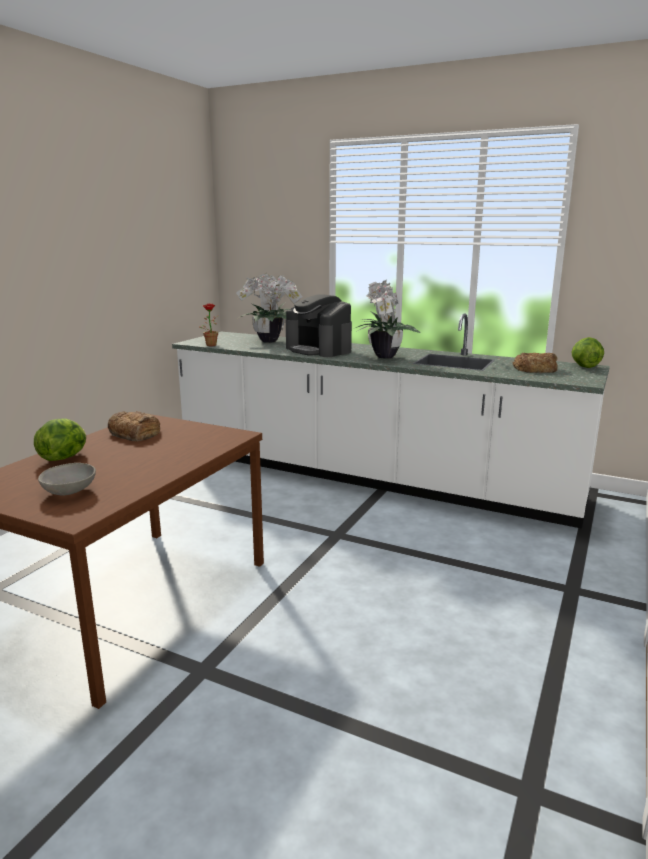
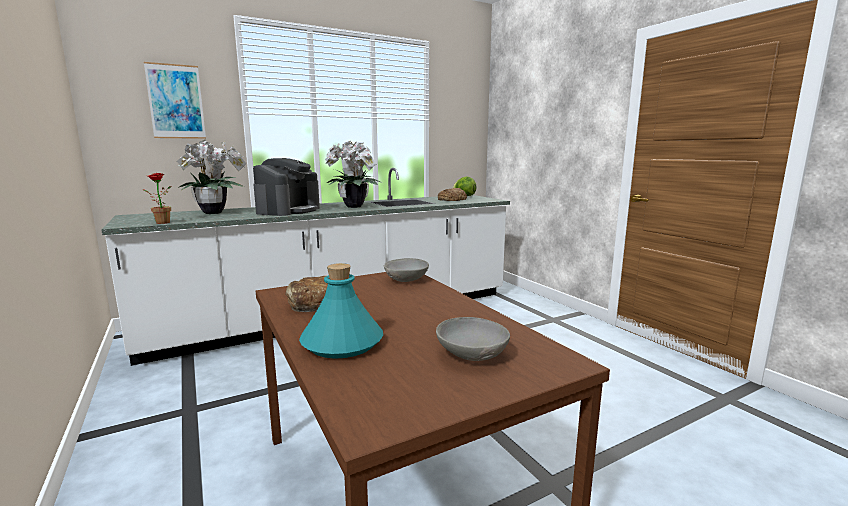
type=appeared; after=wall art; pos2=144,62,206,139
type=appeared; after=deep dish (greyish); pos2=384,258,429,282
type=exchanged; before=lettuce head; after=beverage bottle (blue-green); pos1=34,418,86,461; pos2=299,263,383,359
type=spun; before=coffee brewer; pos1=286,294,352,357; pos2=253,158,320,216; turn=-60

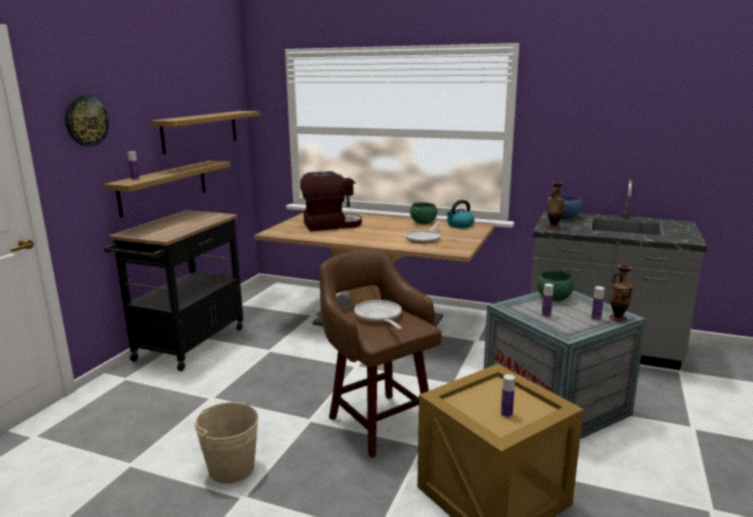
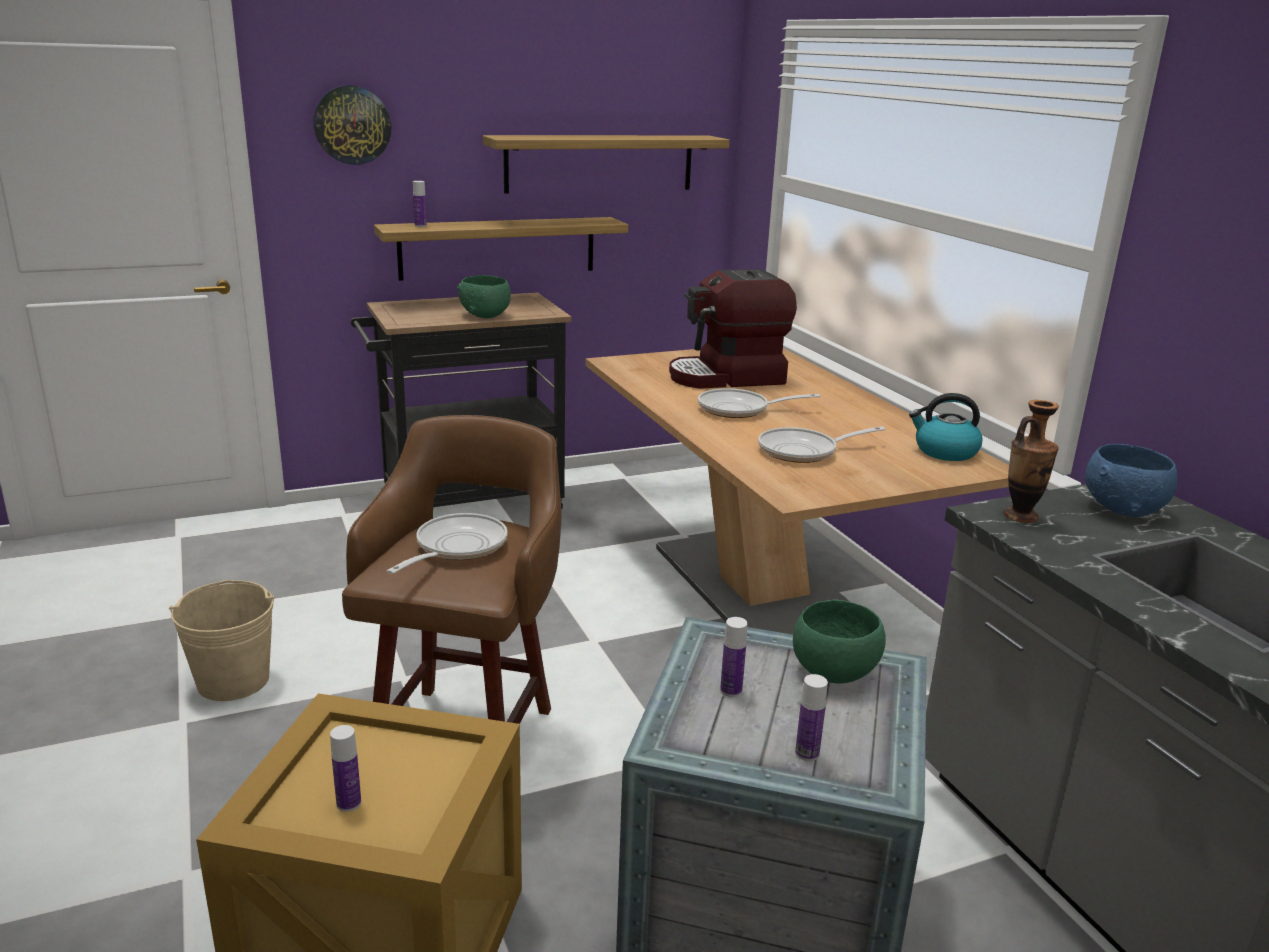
type=missing; before=vase; pos1=609,265,633,322
type=appeared; after=frying pan; pos2=698,388,820,418
type=relocated; before=deep dish (green); pos1=410,202,437,224; pos2=457,275,511,318
type=spun; before=coffee brewer; pos1=300,171,362,231; pos2=669,269,797,389; turn=135

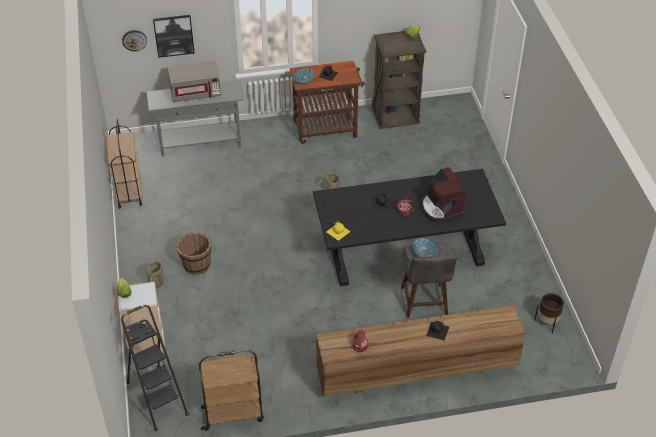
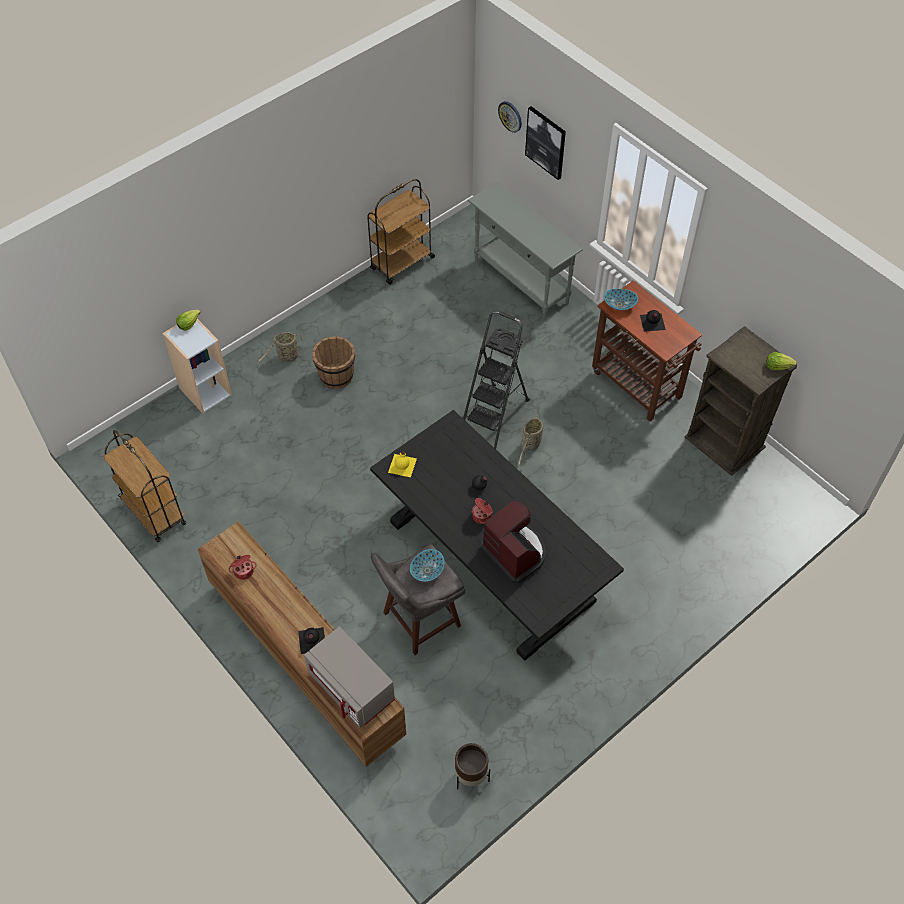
type=relocated; before=step stool; pos1=121,305,189,431; pos2=463,311,530,449
type=relocated; before=kitchen microwave (greyish); pos1=167,61,221,103; pos2=304,626,395,728
type=spun; before=coffee brewer; pos1=421,167,466,222; pos2=481,500,546,584; turn=105

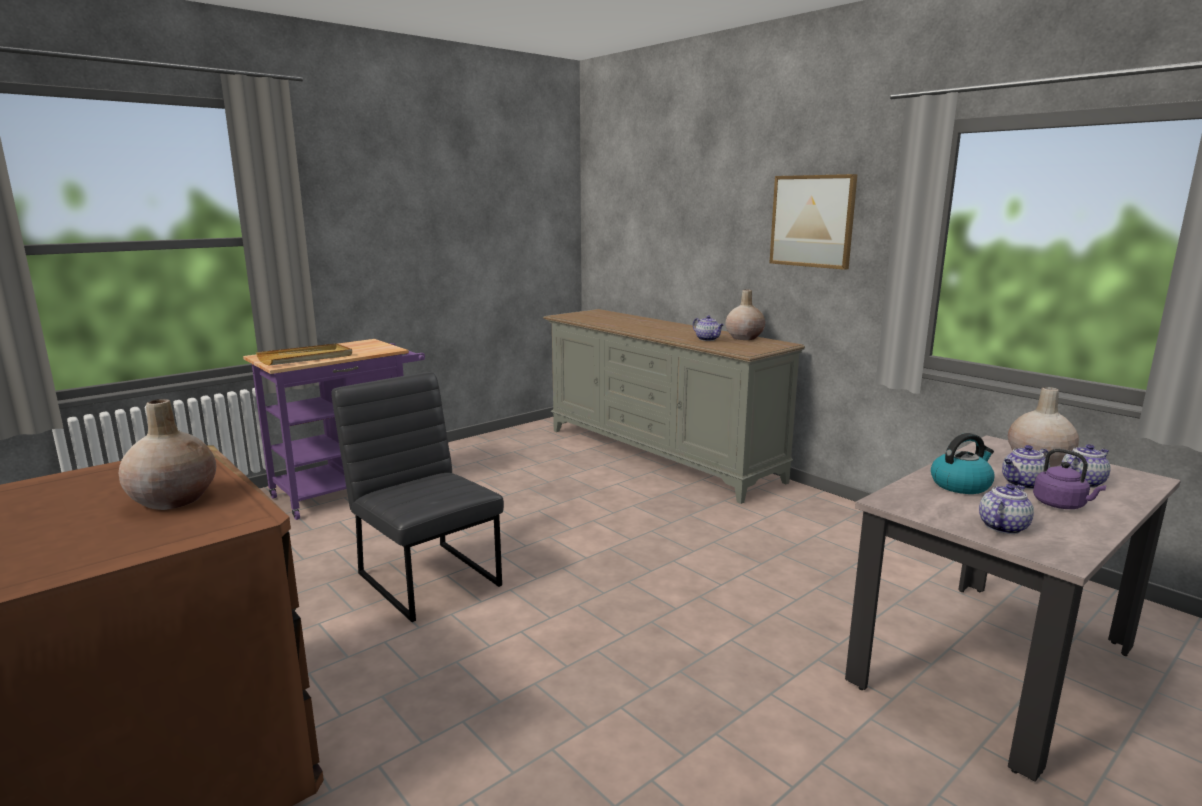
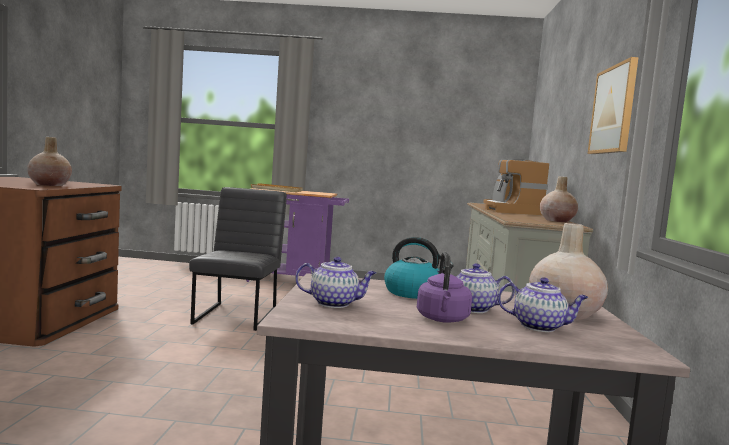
type=missing; before=teapot; pos1=693,315,724,341
type=appeared; after=coffee brewer; pos2=483,160,549,215

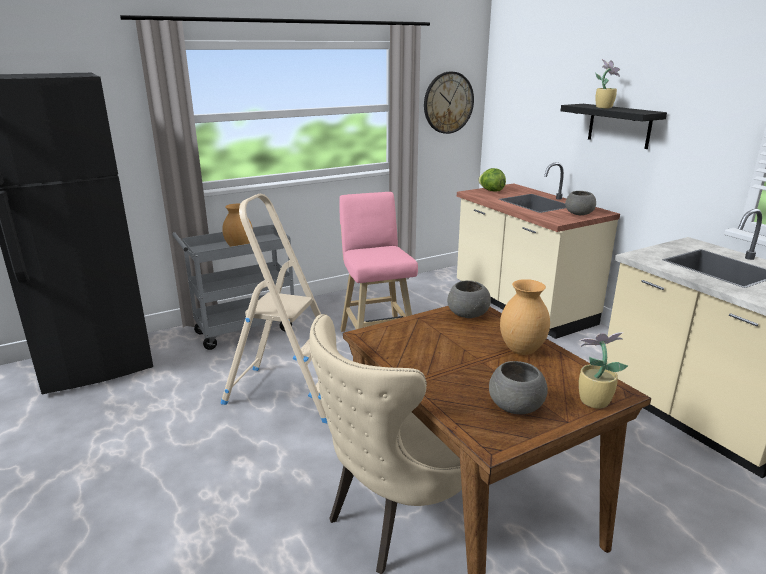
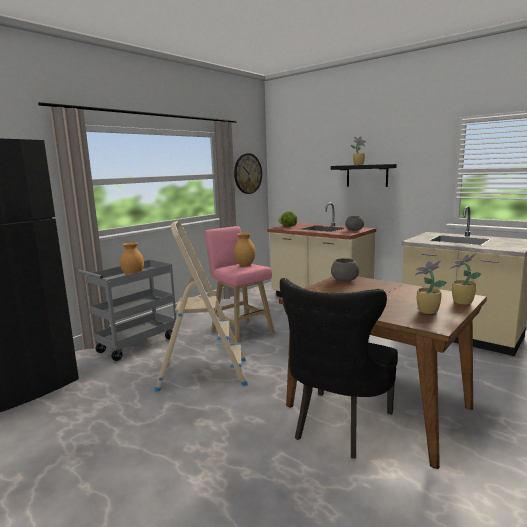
type=relocated; before=vase (brown); pos1=500,279,550,355; pos2=234,233,256,266
type=exchanged; before=deep dish (greyish); after=houseplant; pos1=489,361,548,414; pos2=415,260,447,314
type=colour; before=chair (sand-coloured); after=chair (blackish); pos1=310,314,462,574; pos2=280,278,398,459

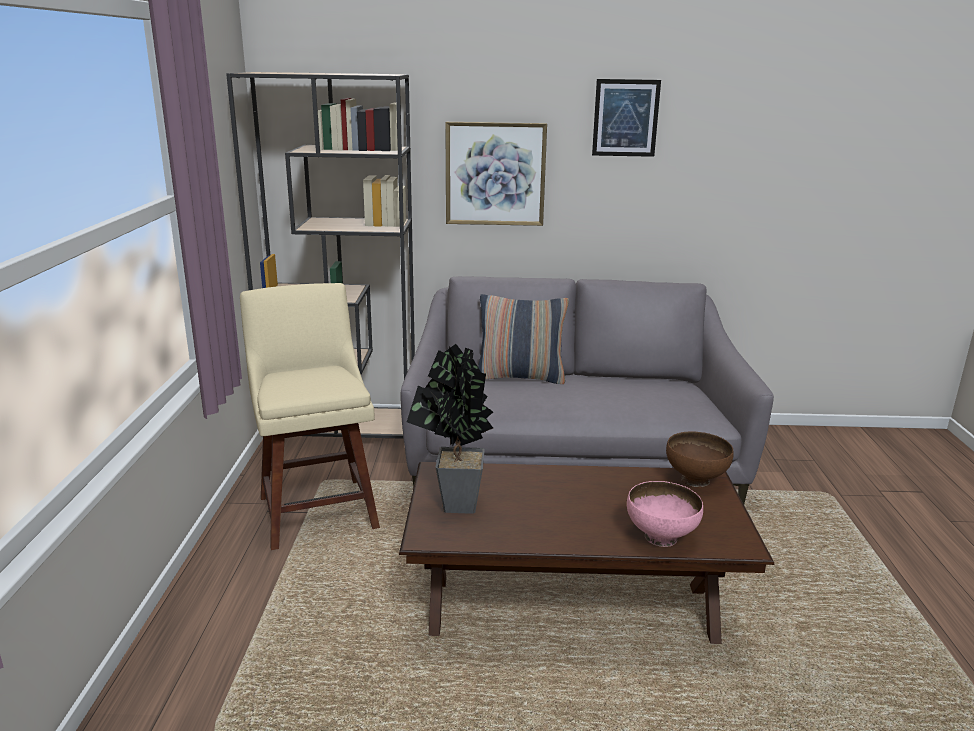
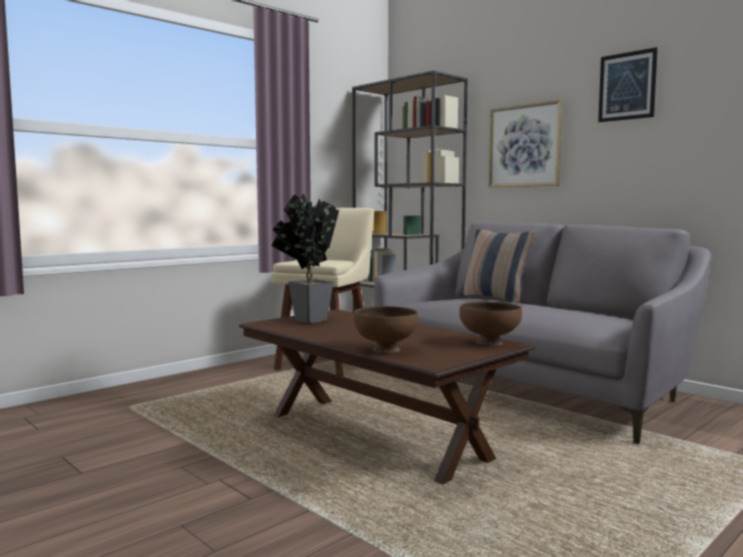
type=colour; before=deep dish (pinkish); after=deep dish (brown); pos1=627,481,703,547; pos2=354,306,418,353

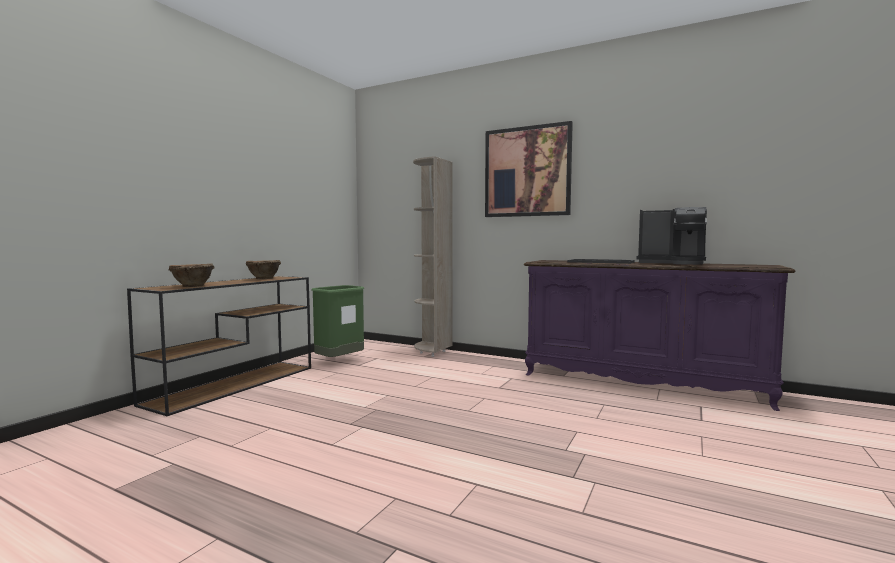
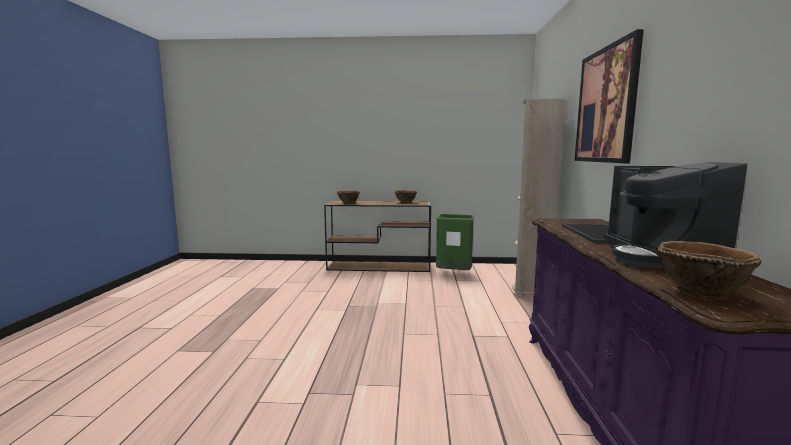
type=appeared; after=deep dish (brown); pos2=656,241,762,299

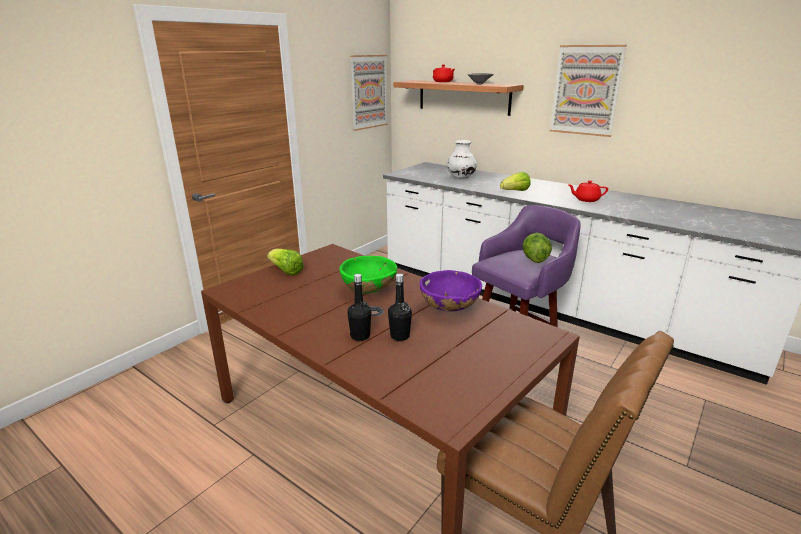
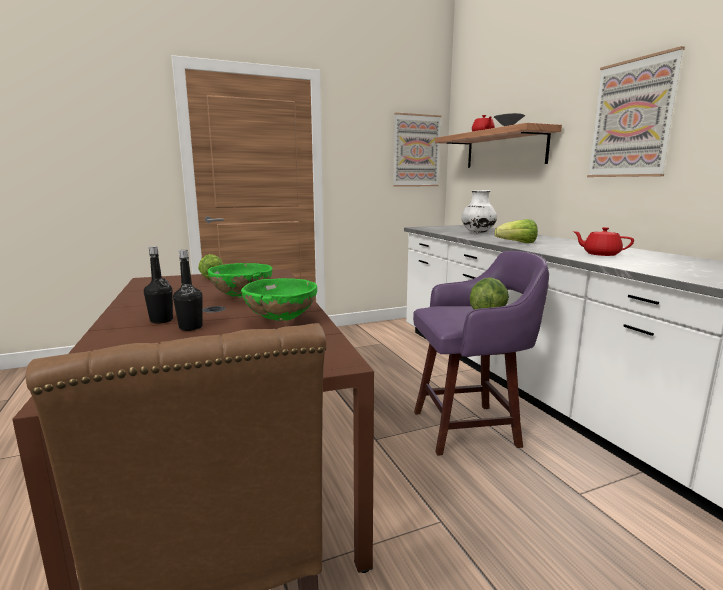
type=colour; before=deep dish (purple-coloured); after=deep dish (green); pos1=420,270,482,311; pos2=241,278,317,321

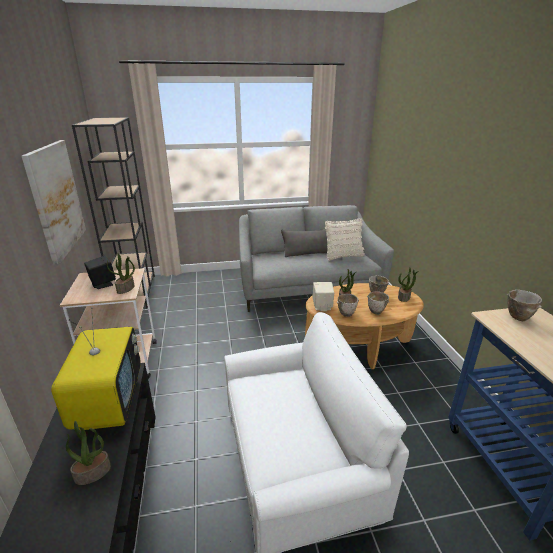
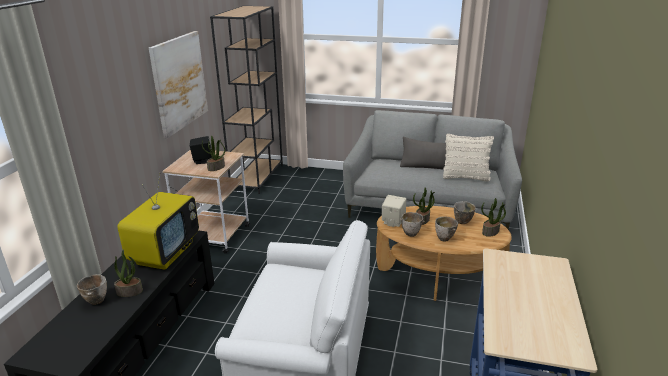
type=relocated; before=deep dish; pos1=507,290,542,321; pos2=77,274,107,305

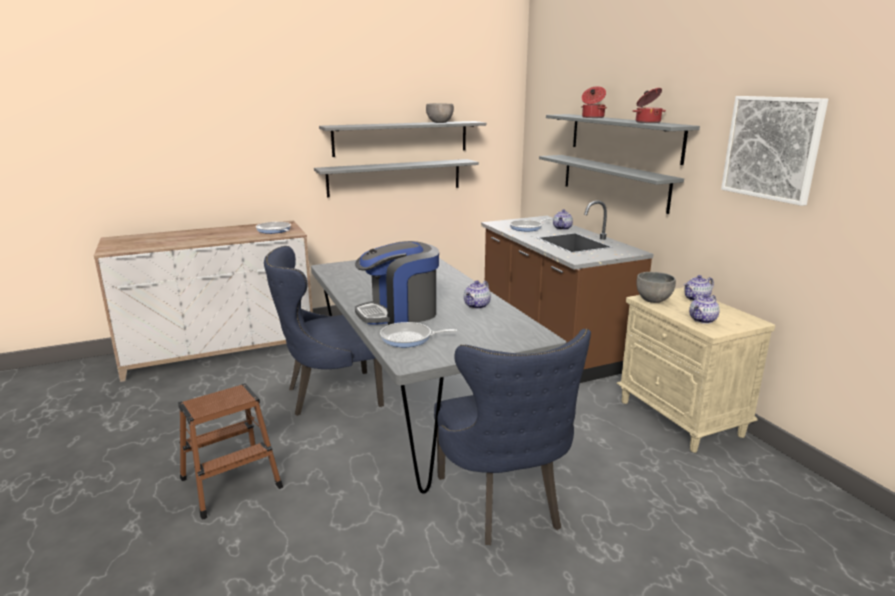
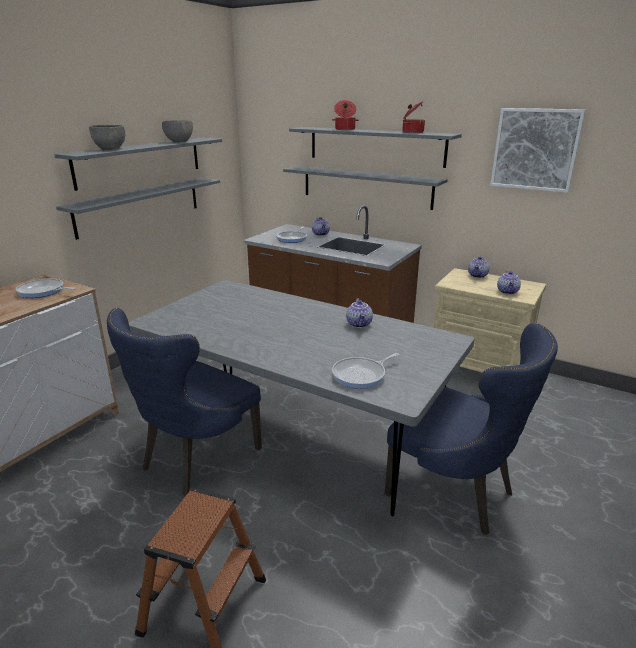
type=missing; before=coffee brewer; pos1=355,241,439,325
type=relocated; before=deep dish (greyish); pos1=636,272,676,303; pos2=89,125,125,150

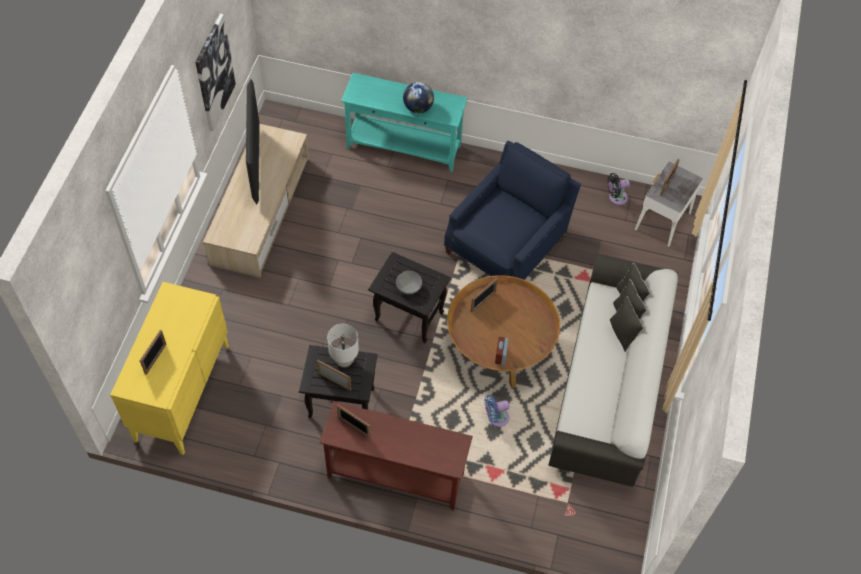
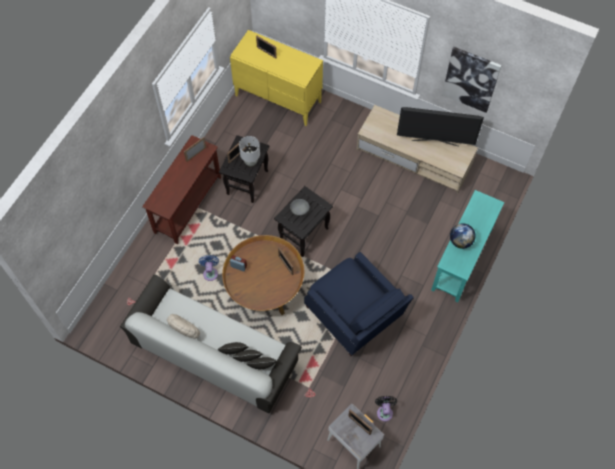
type=appeared; after=pillow (sand-coloured); pos2=167,314,200,339

